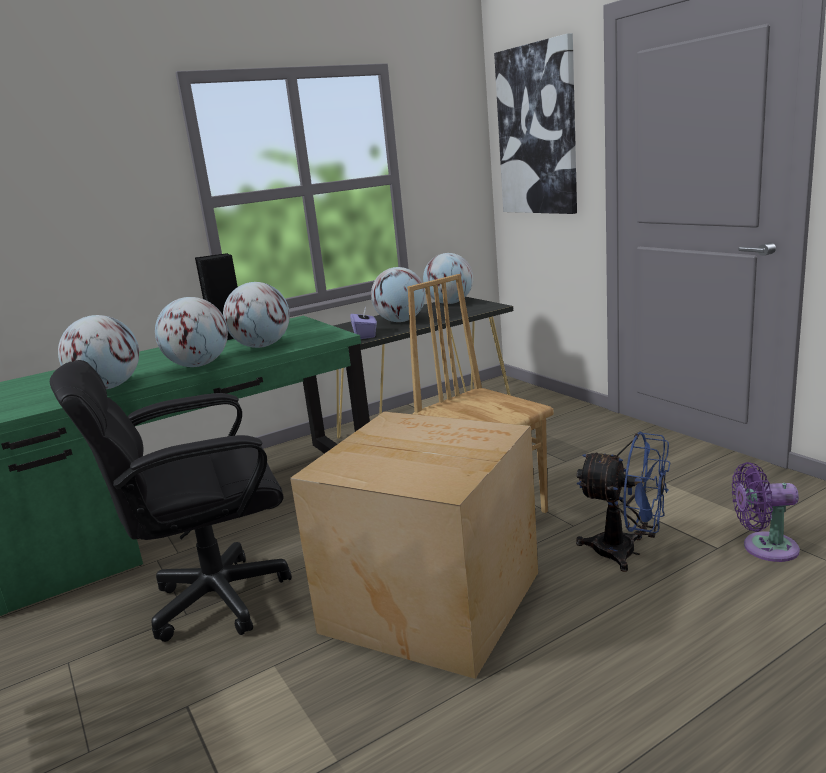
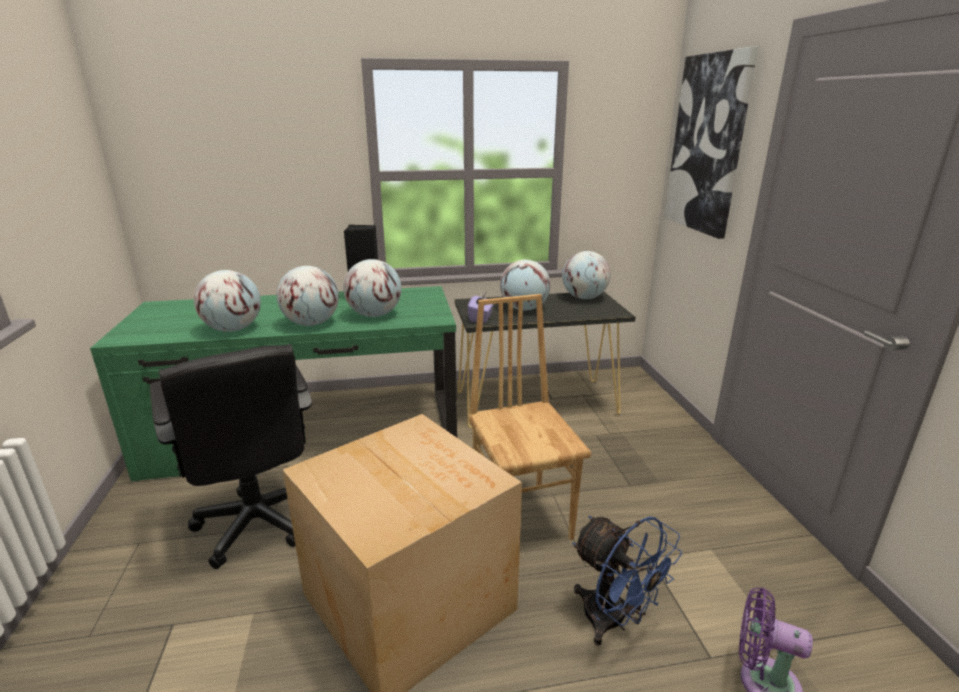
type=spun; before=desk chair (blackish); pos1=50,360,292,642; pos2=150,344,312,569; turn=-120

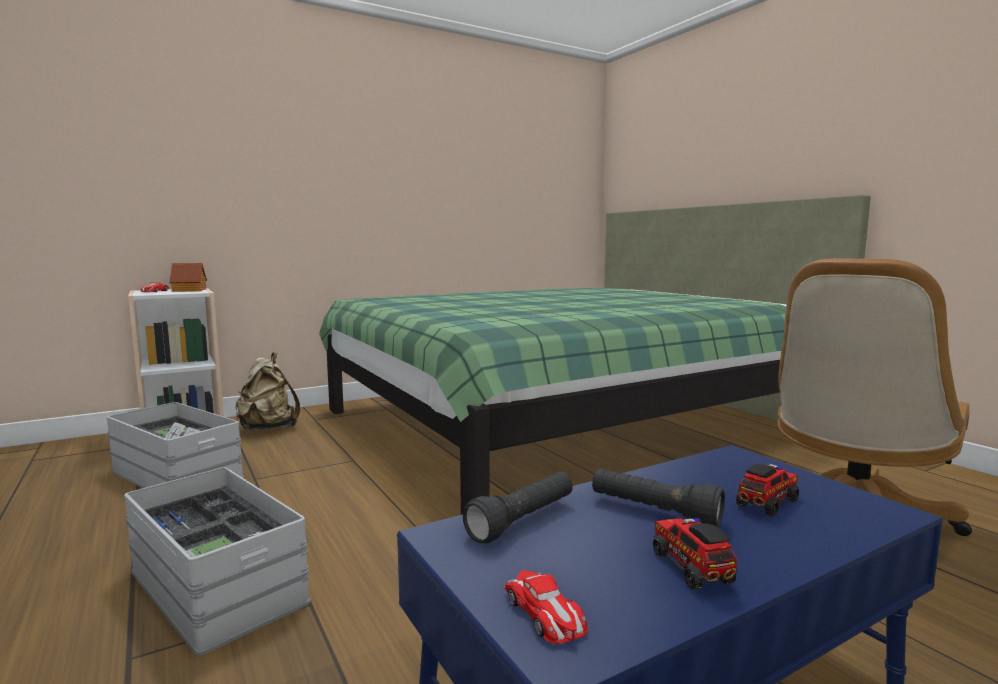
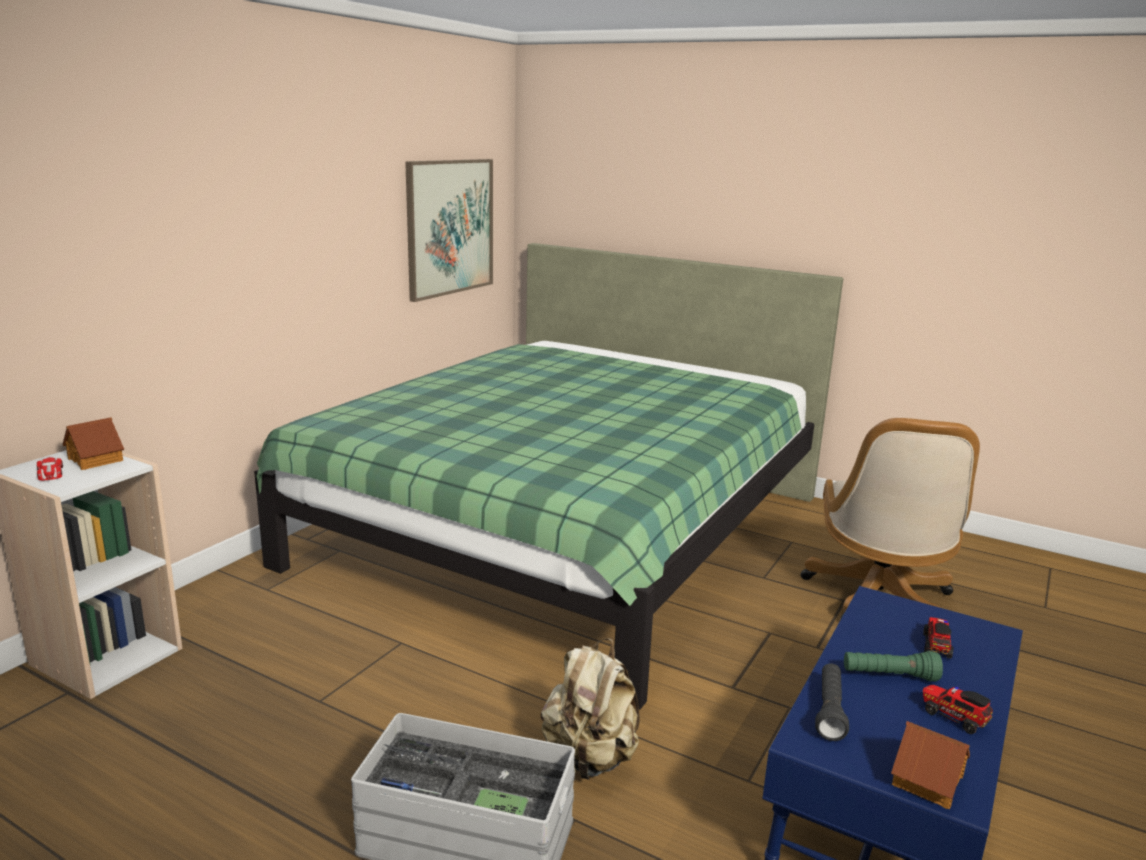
type=missing; before=storage box (greyish); pos1=107,402,244,488
type=appeared; after=wall art; pos2=405,159,493,302
type=relocated; before=knapsack (sand-coloured); pos1=235,352,300,430; pos2=541,639,640,780
type=exchanged; before=miniature car; after=miniature house; pos1=504,570,588,644; pos2=891,721,970,809
type=colour; before=hand torch (blackish); after=hand torch (green); pos1=592,468,725,527; pos2=844,651,943,682

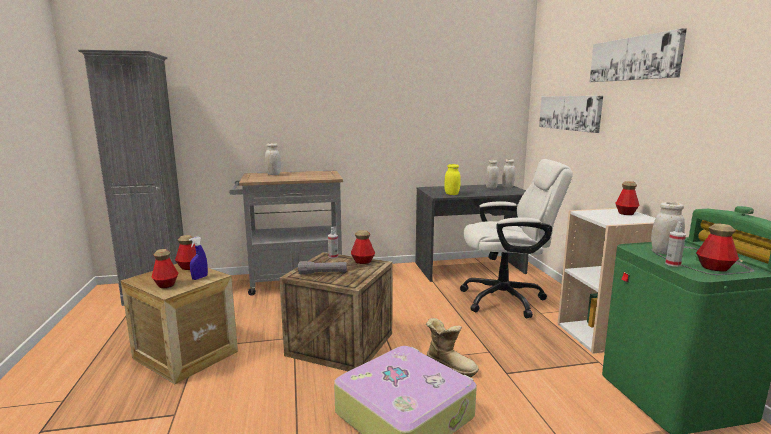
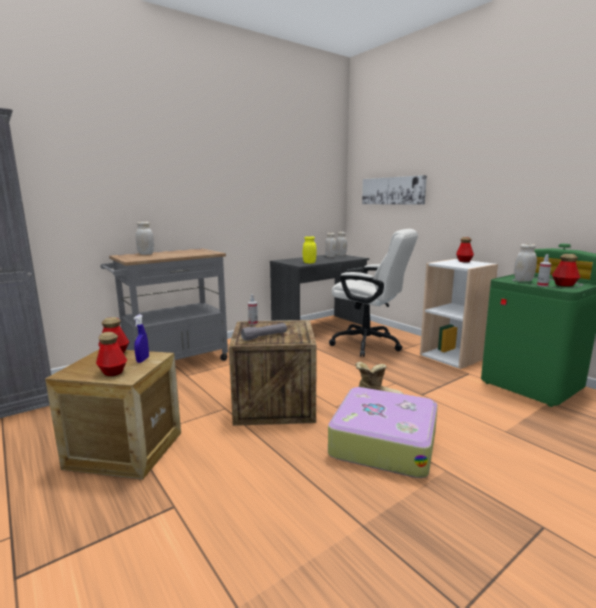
type=missing; before=beverage bottle; pos1=351,230,375,264
type=missing; before=wall art; pos1=590,28,687,82
type=spun; before=desk chair (whitish); pos1=460,159,573,318; pos2=329,229,418,357; turn=60

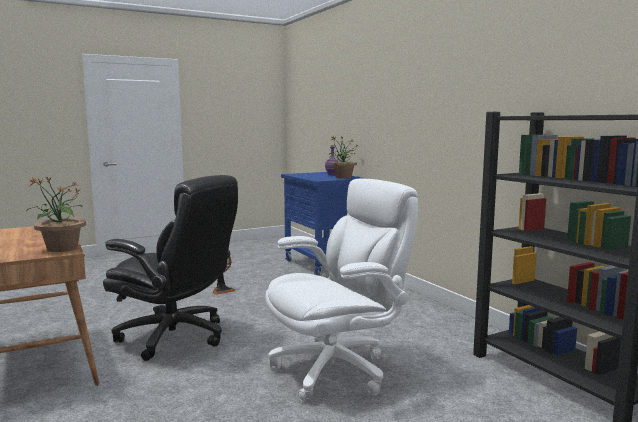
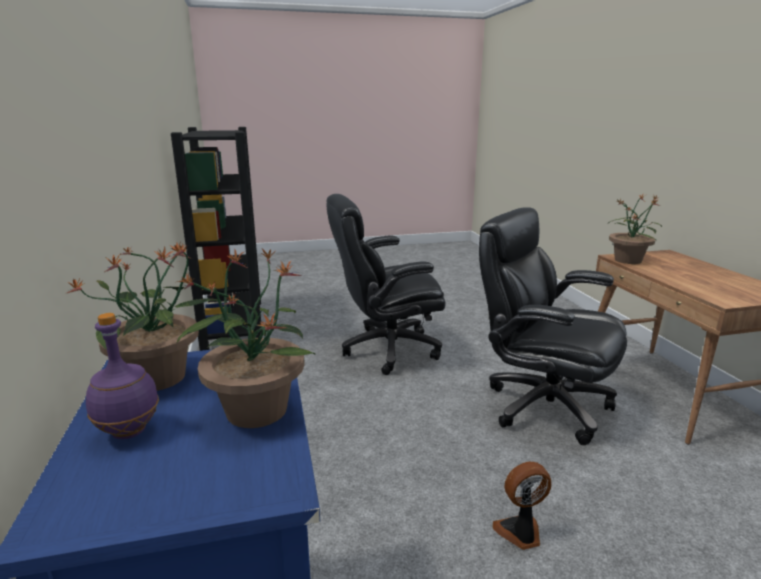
type=appeared; after=houseplant; pos2=177,249,315,428
type=colour; before=desk chair (whitish); after=desk chair (blackish); pos1=265,179,418,402; pos2=326,194,445,375

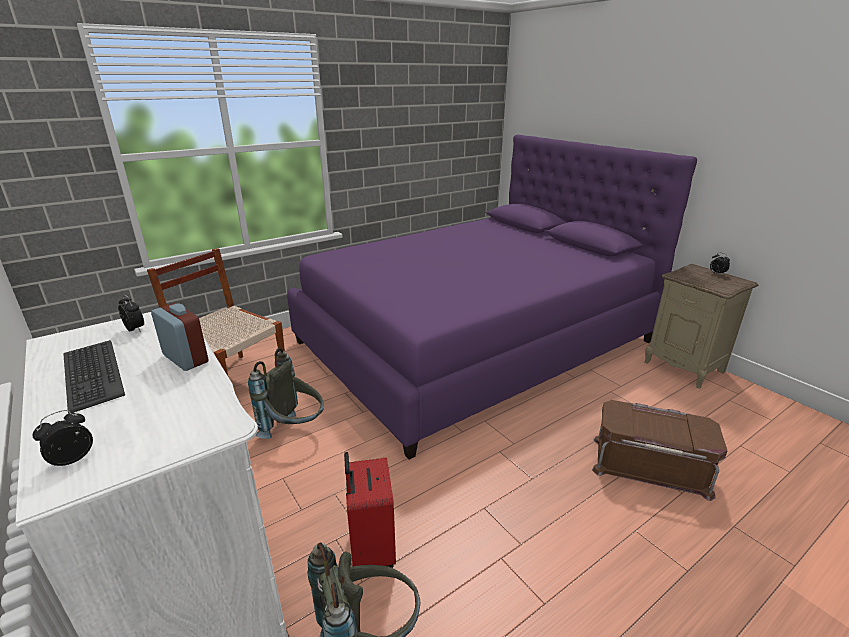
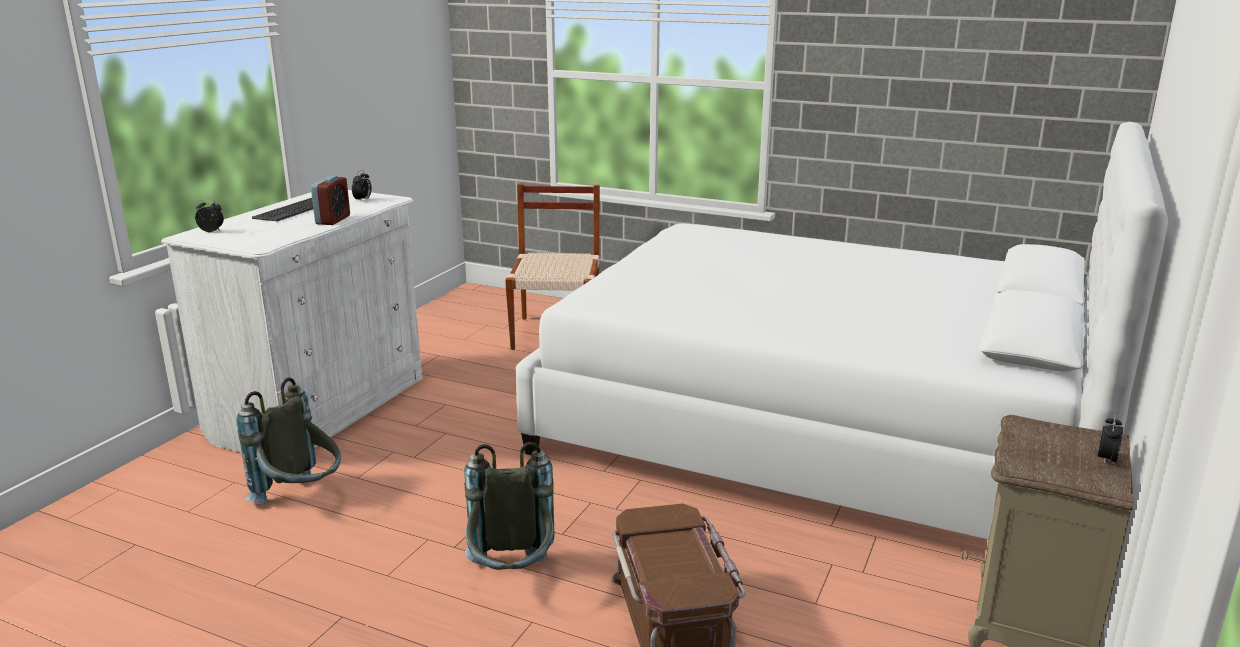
type=missing; before=piece of luggage (red); pos1=344,452,396,568
type=relocated; before=knapsack (greyish); pos1=248,348,324,439; pos2=464,442,555,570
type=colour; before=sleeping bed (purple-coloured); after=sleeping bed (whitish); pos1=287,135,697,459; pos2=516,122,1168,540

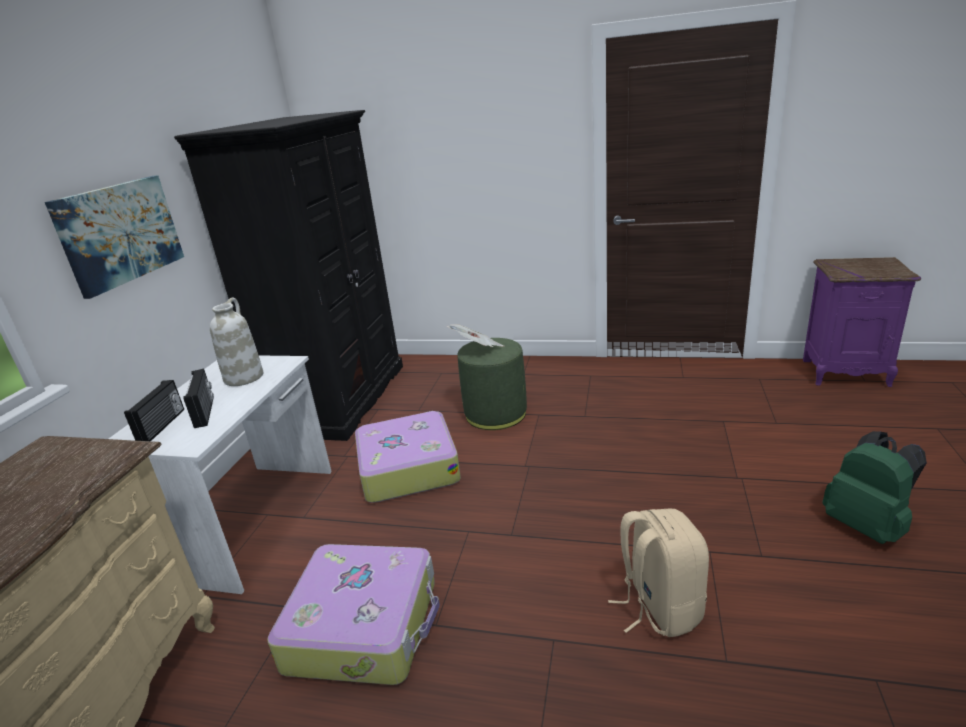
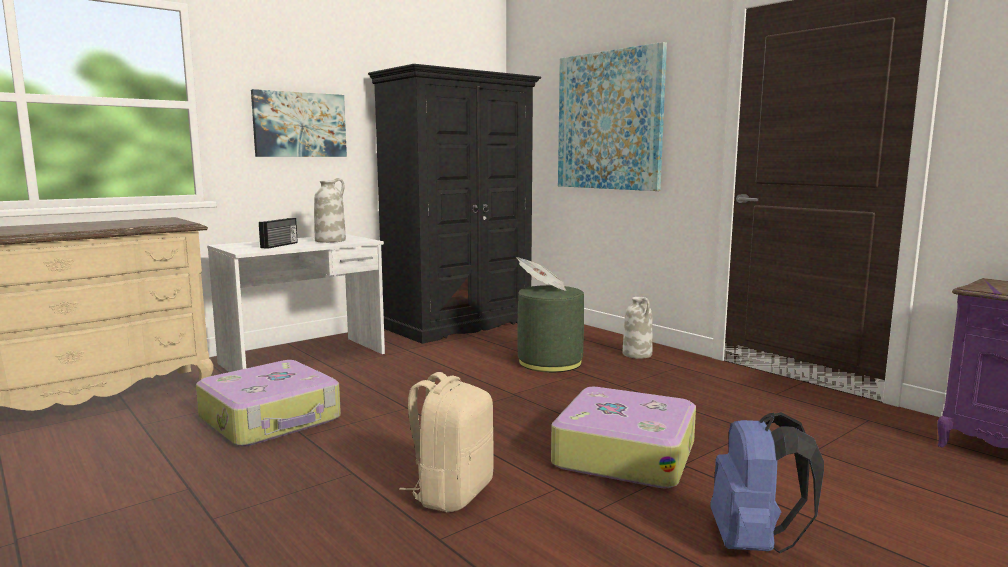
type=missing; before=radio; pos1=124,380,184,441
type=appeared; after=wall art; pos2=558,42,667,191
type=appeared; after=vase (whitish); pos2=623,297,653,359
type=relocated; before=piece of luggage; pos1=355,411,461,503; pos2=551,387,696,488
type=colour; before=knapsack (green); after=knapsack (bluish); pos1=822,431,927,544; pos2=710,412,824,553

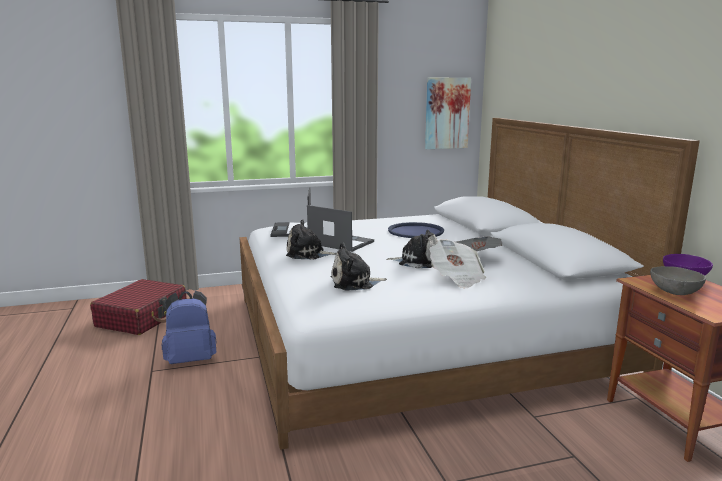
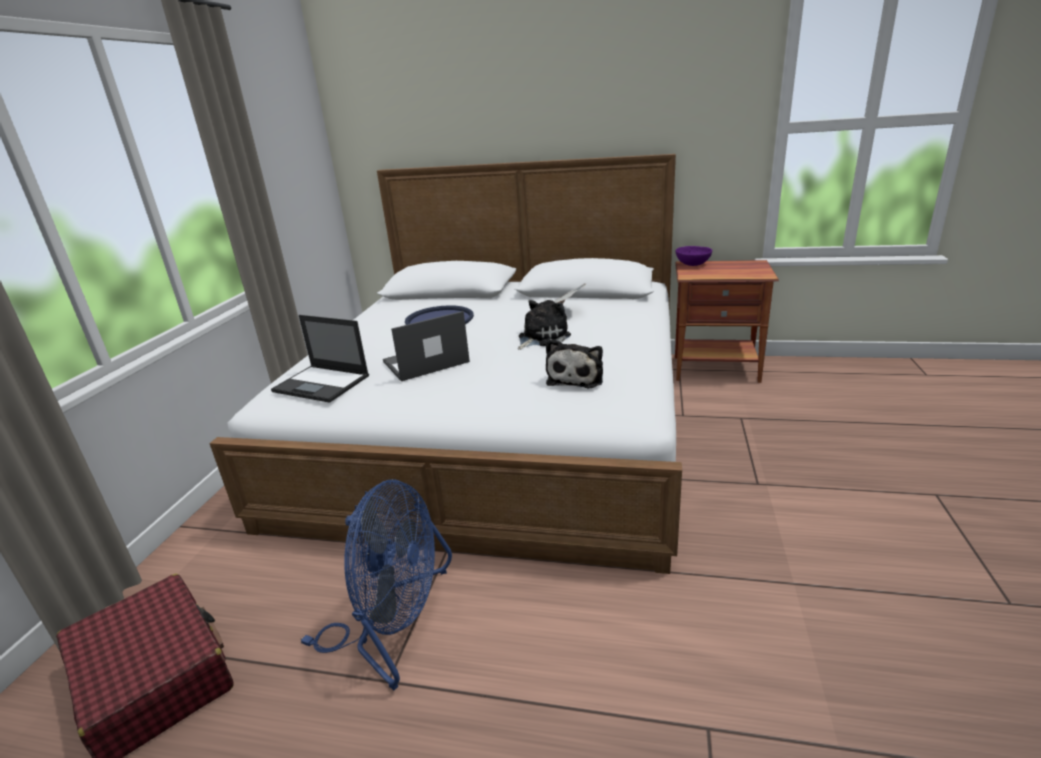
type=missing; before=plush toy; pos1=286,219,336,259
type=missing; before=wall art; pos1=425,78,471,149
type=missing; before=newspaper; pos1=429,239,486,289
type=missing; before=deep dish (greyish); pos1=650,266,706,295
type=exchanged; before=knapsack (bluish); after=cooling fan (bluish); pos1=162,291,217,364; pos2=301,479,452,691

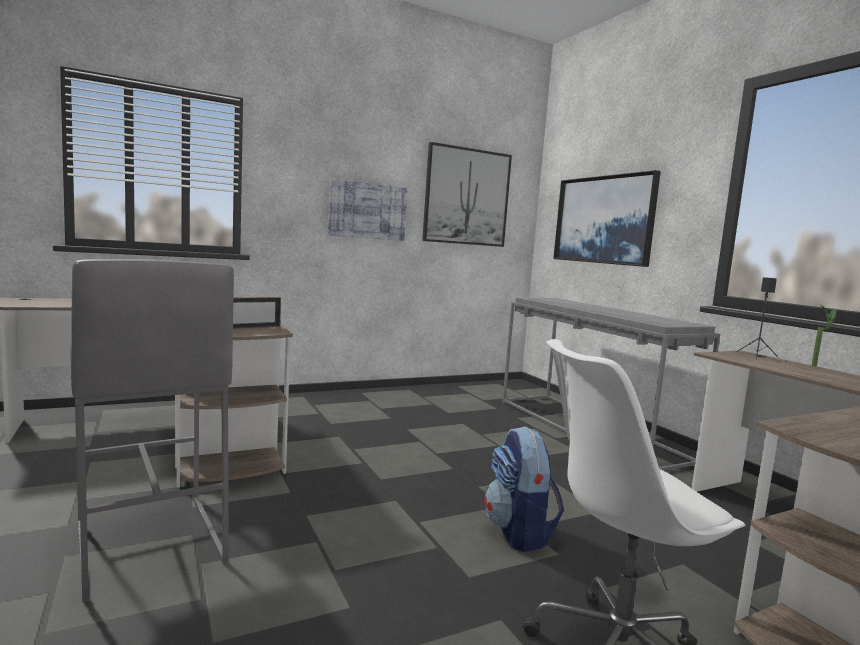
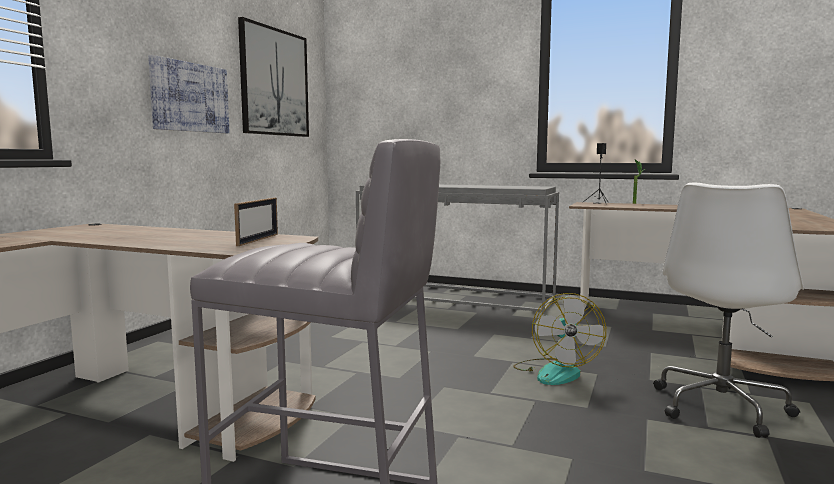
type=missing; before=wall art; pos1=553,170,661,267
type=exchanged; before=knapsack; after=cooling fan; pos1=484,426,564,552; pos2=513,293,606,385

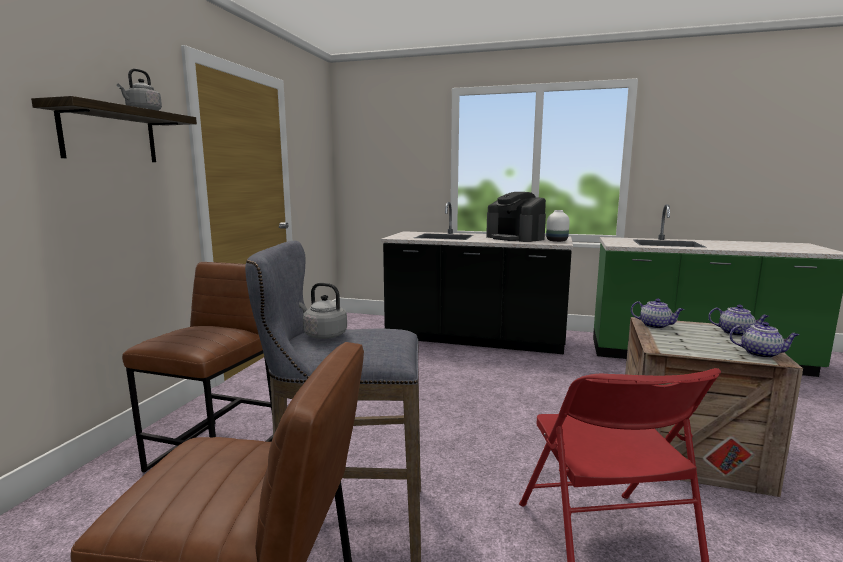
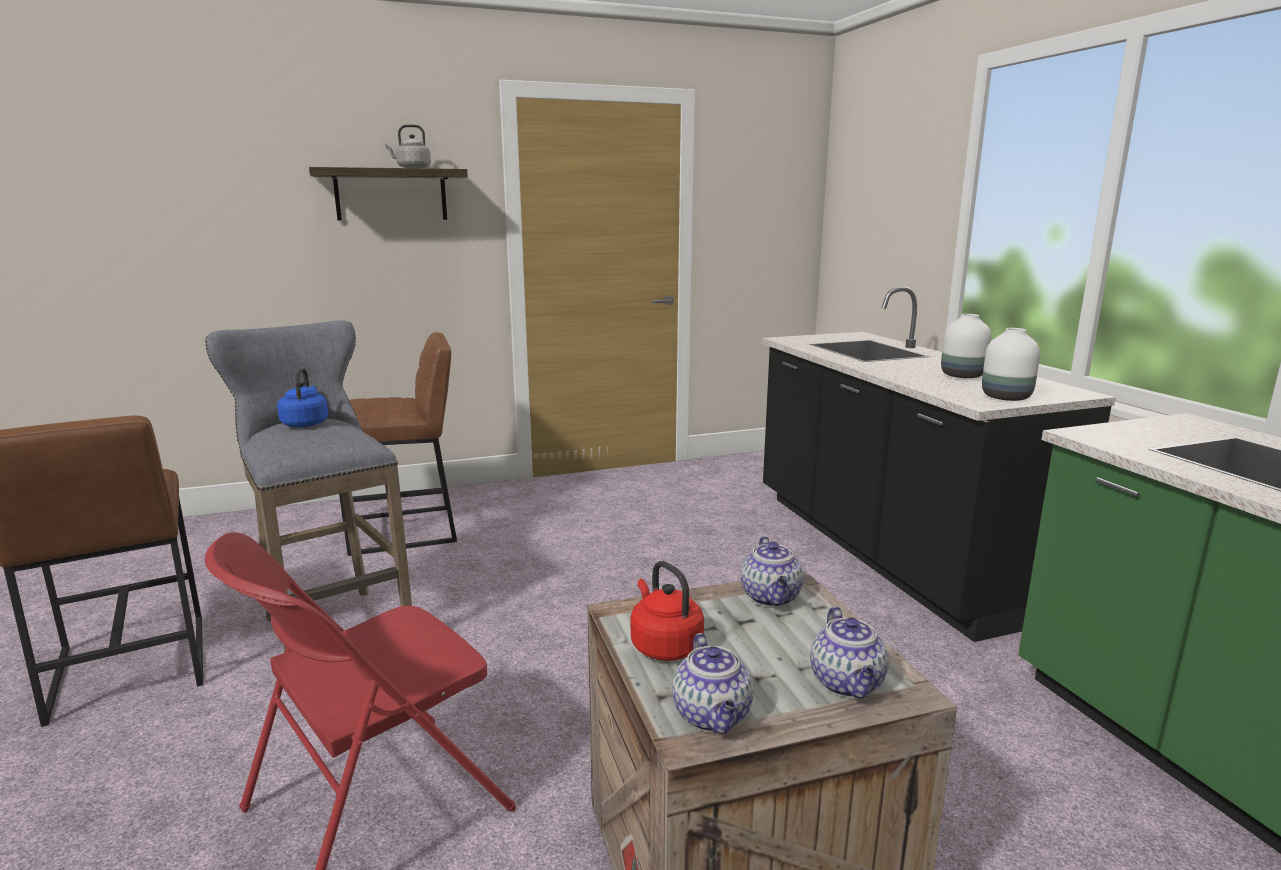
type=appeared; after=tea kettle (red); pos2=631,561,704,661
type=exchanged; before=coffee brewer; after=vase (whitish); pos1=486,192,546,242; pos2=941,314,991,378
type=colour; before=tea kettle (greyish); after=tea kettle (bluish); pos1=299,283,347,339; pos2=277,368,328,427

